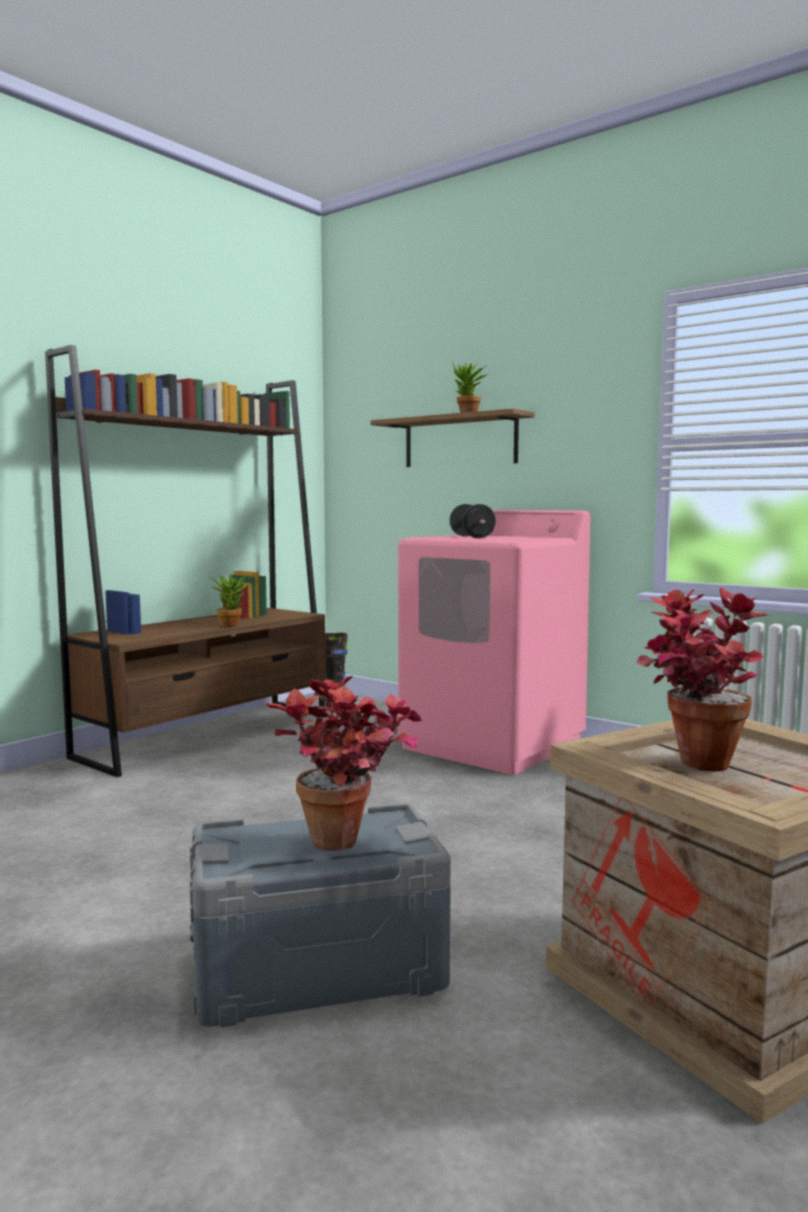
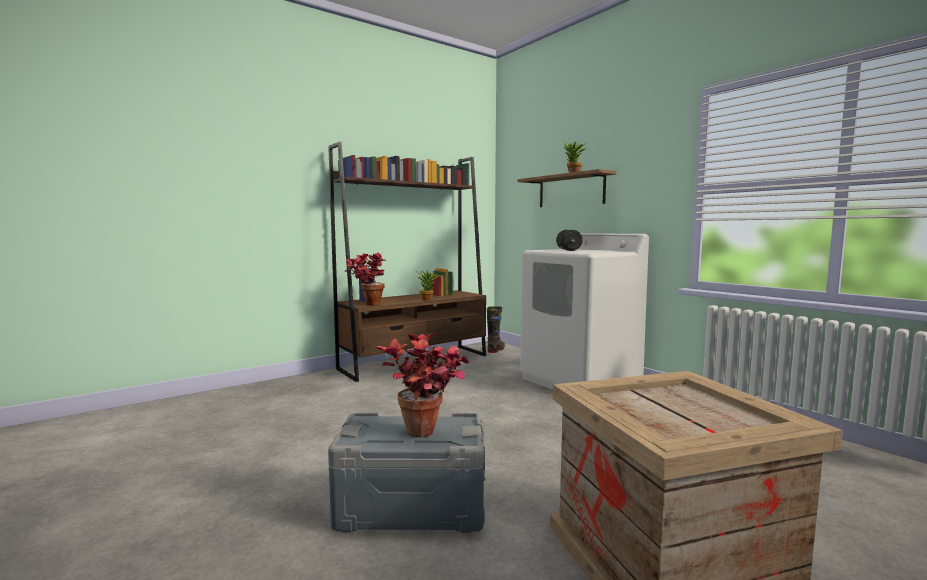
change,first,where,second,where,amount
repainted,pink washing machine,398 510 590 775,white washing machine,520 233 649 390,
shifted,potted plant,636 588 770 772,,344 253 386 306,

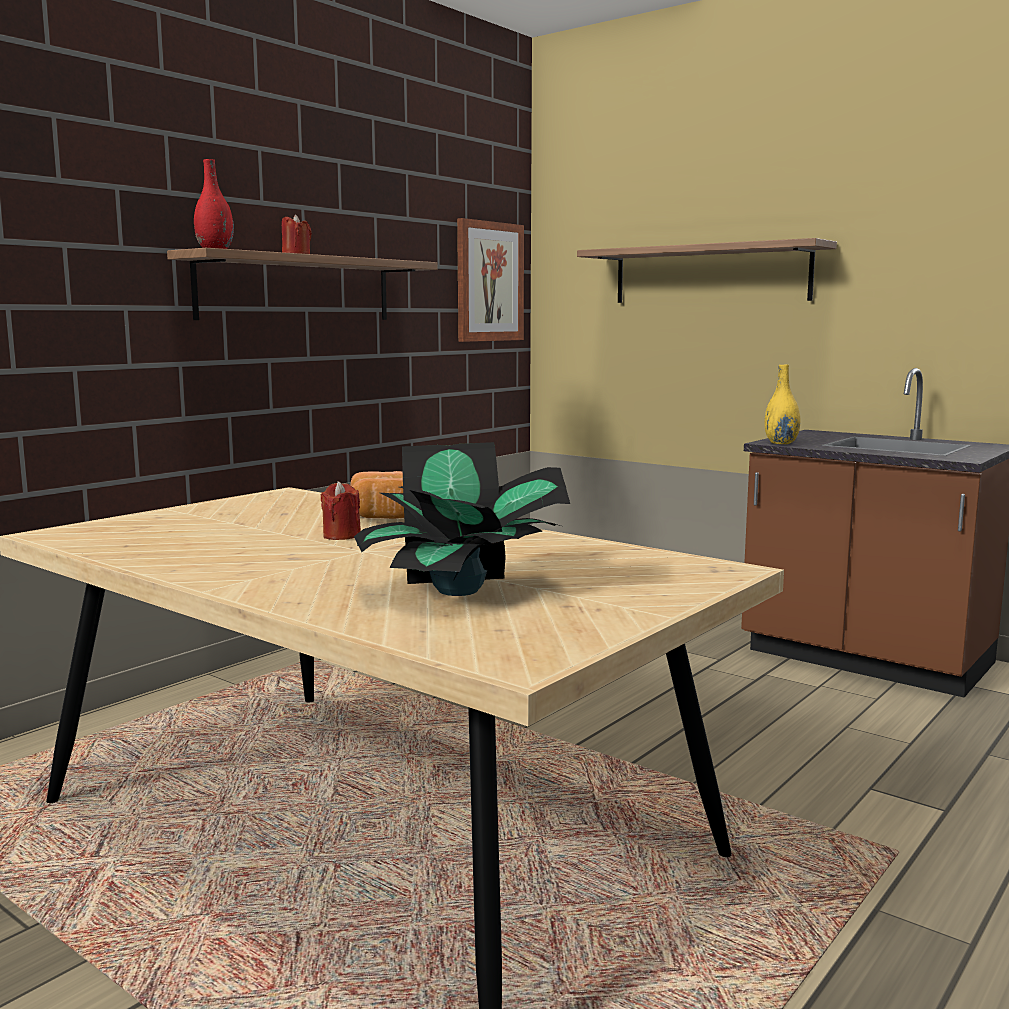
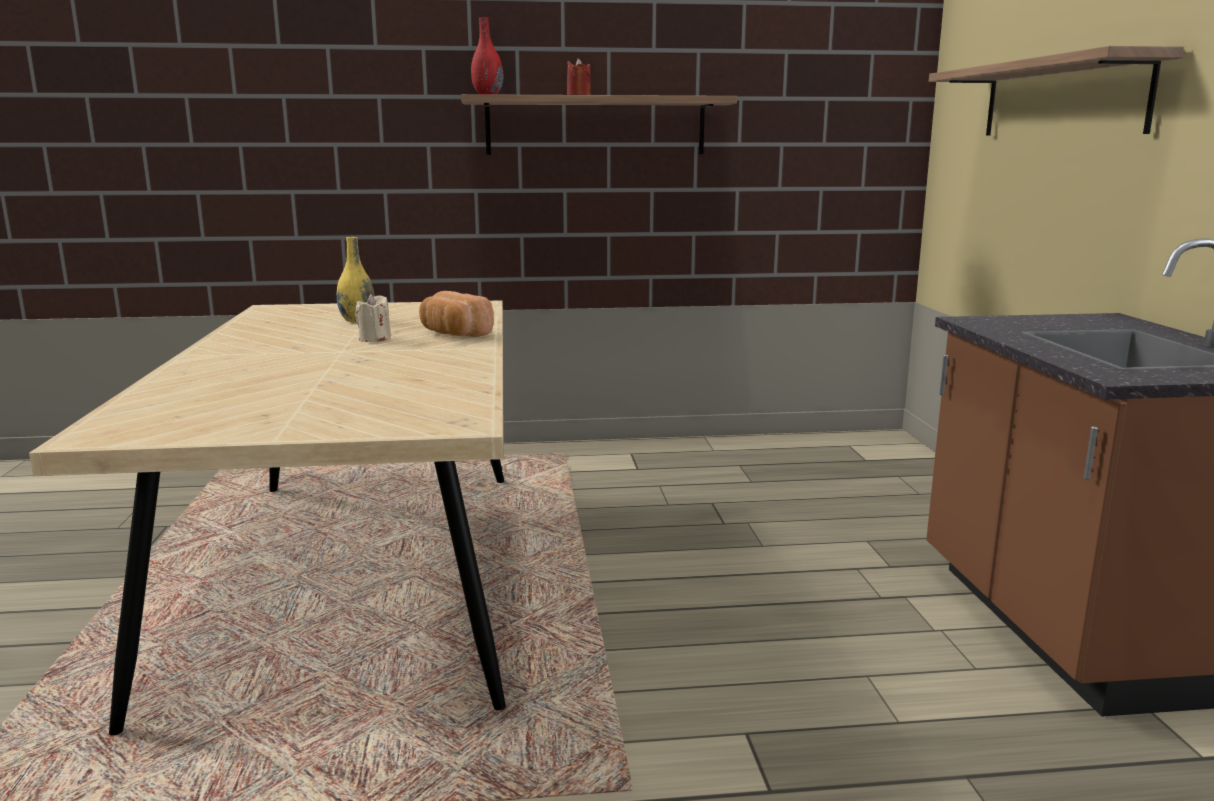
change,first,where,second,where,amount
repainted,red candle,320 481 361 540,beige candle,355 294 391 342,
gone,potted plant,354 442 570 596,,,
gone,picture,457 218 524 342,,,
shifted,yellow vase,765 365 801 444,,337 237 375 322,

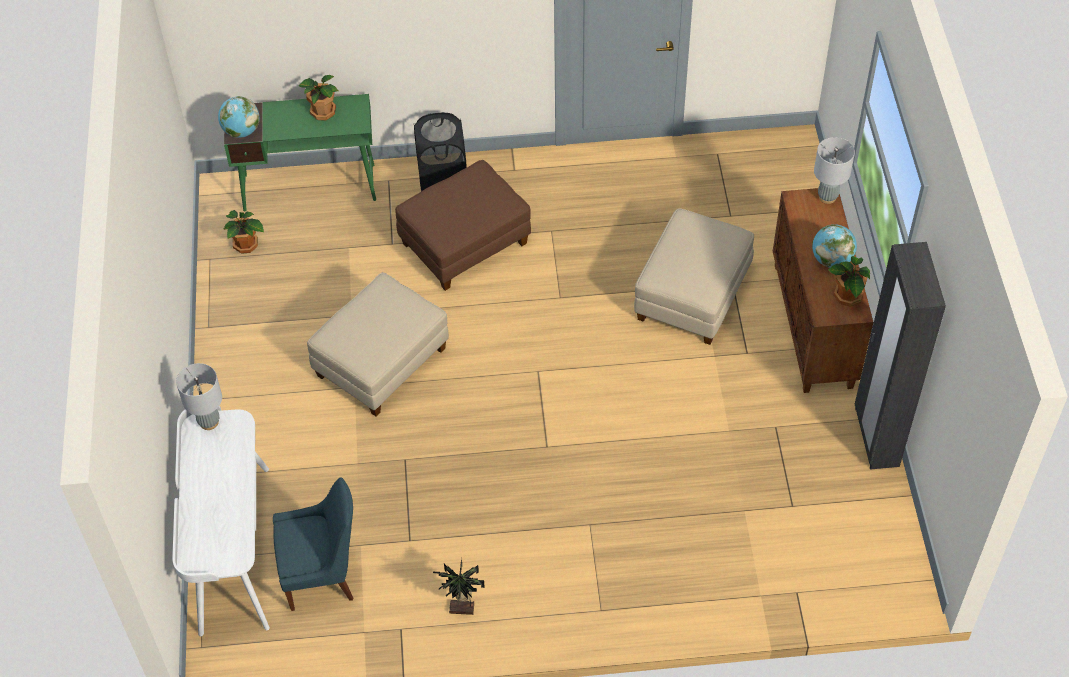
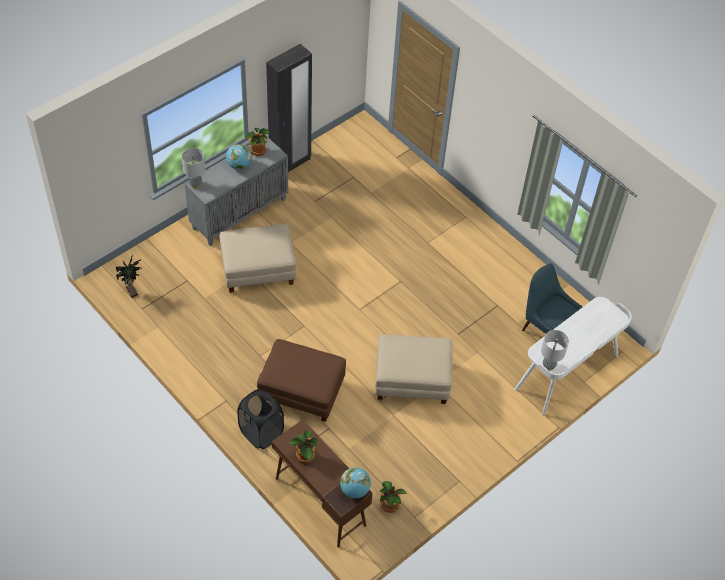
change,first,where,second,where,amount
repainted,green desk,224 94 376 212,brown desk,272 419 373 548,
shifted,potted plant,433 559 485 615,,116 254 142 298,
repainted,brown cabinet,773 188 873 393,grey cabinet,185 137 288 246,

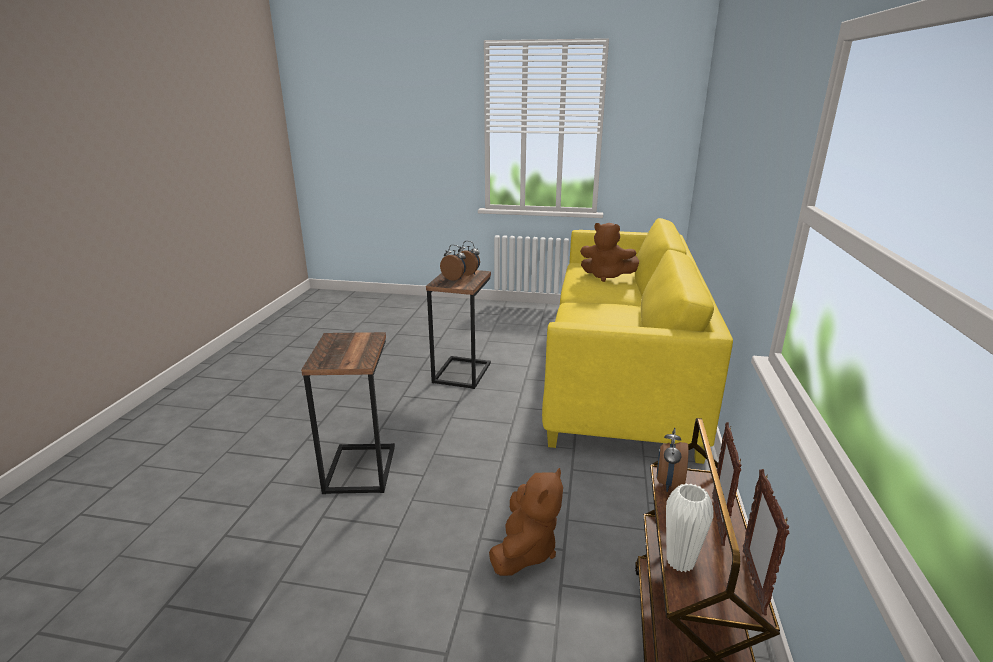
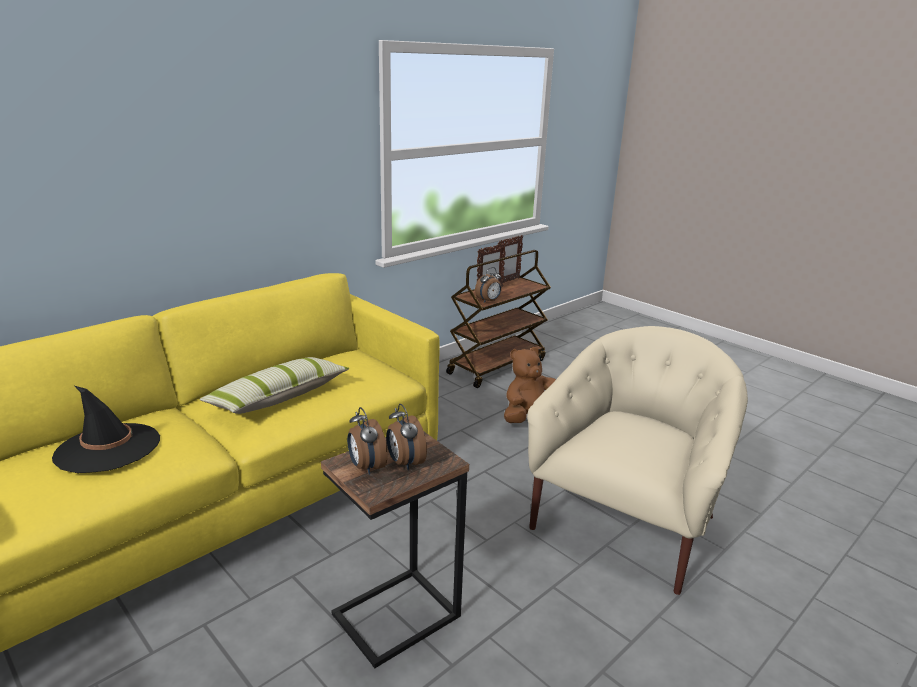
change,first,where,second,where,amount
swapped,side table,301 332 395 494,beige armchair,527 326 748 595,
swapped,brown plush toy,580 223 639 282,black hat,52 386 160 473,
gone,white vase,666 483 714 572,,,
new,,,pillow,200 357 349 414,

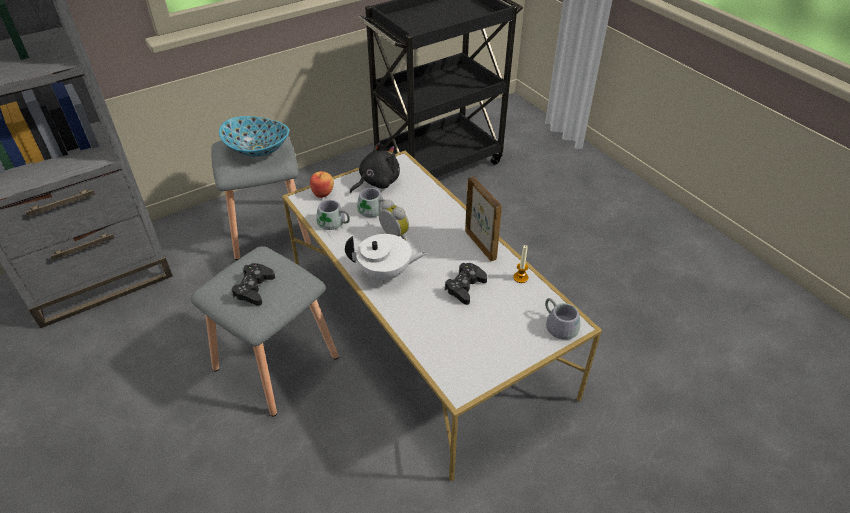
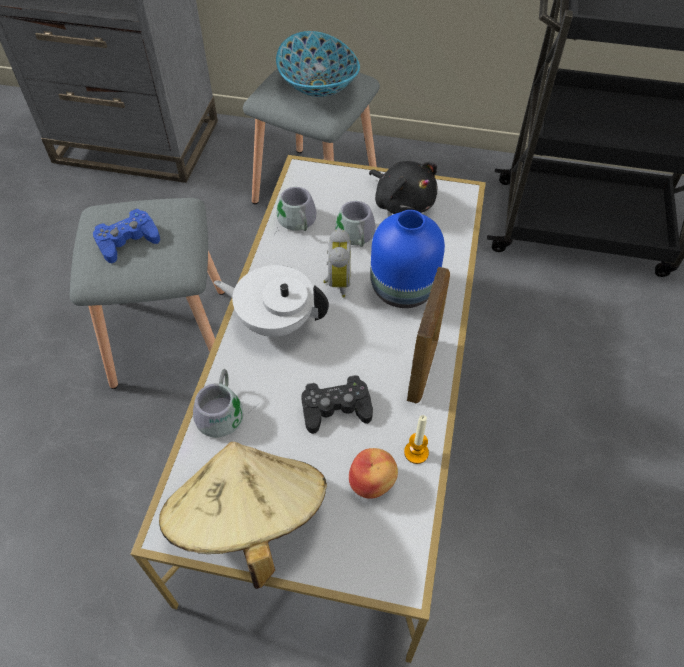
change,first,where,second,where,amount
repainted,black game controller,231 263 275 305,blue game controller,93 209 160 263,
shifted,apple,310 171 334 198,,349 448 398 499,
rotated,white teapot,345 234 427 283,,214 265 329 337,150 degrees clockwise
rotated,black plush toy,350 142 400 193,,369 161 438 214,45 degrees clockwise
shifted,grey mug,545 298 580 340,,193 369 259 438,
new,,,beige hat,159 442 327 589,
new,,,blue vase,370 210 445 308,

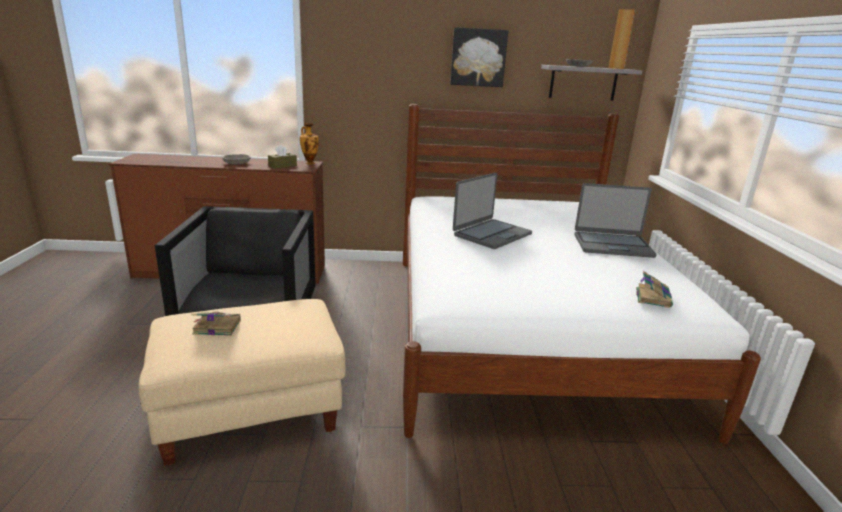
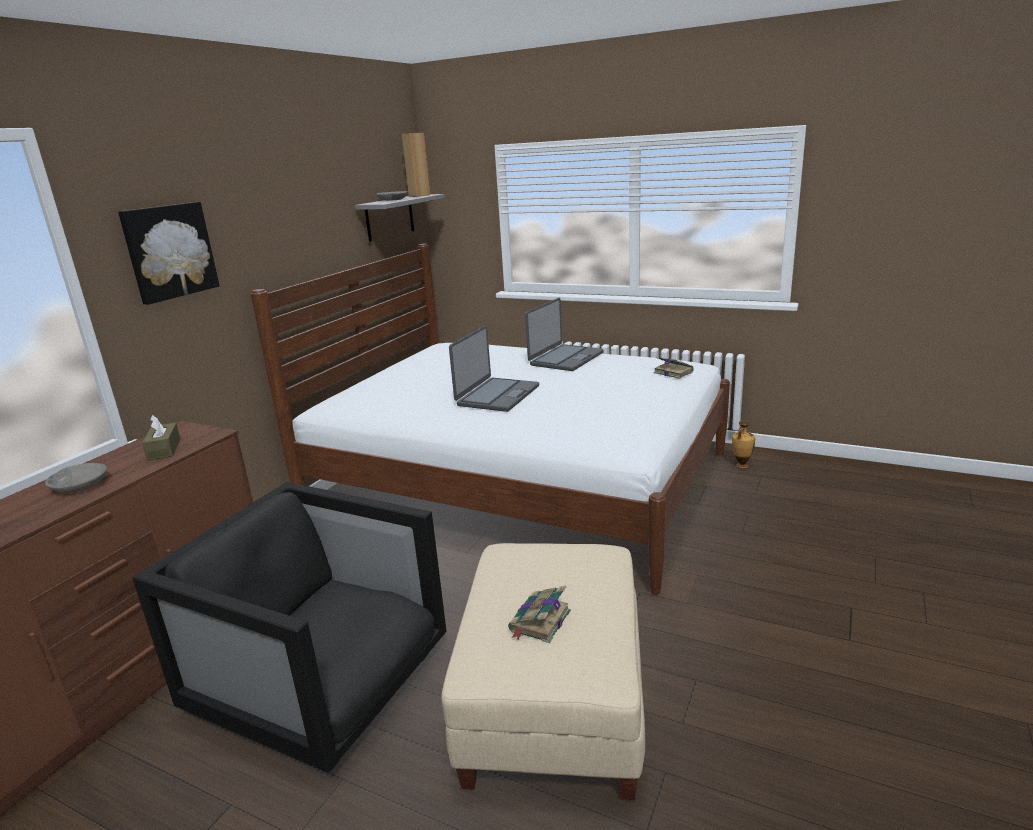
change,first,where,second,where,amount
shifted,vase,300 123 319 165,,732 421 755 468,
shifted,picture,450 27 508 87,,118 202 220 305,
rotated,laptop,453 173 532 249,,449 325 539 412,45 degrees clockwise

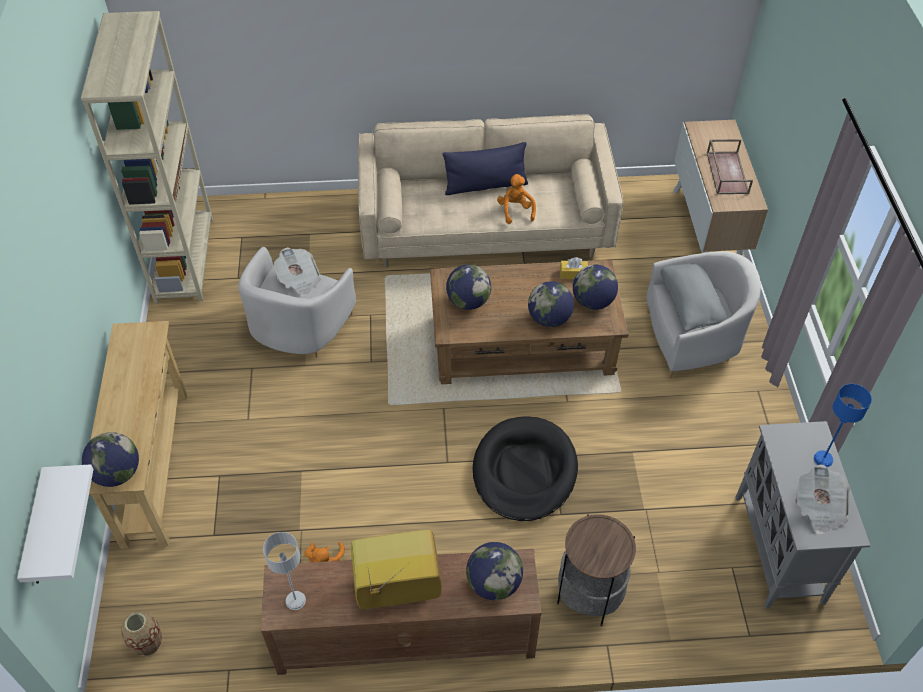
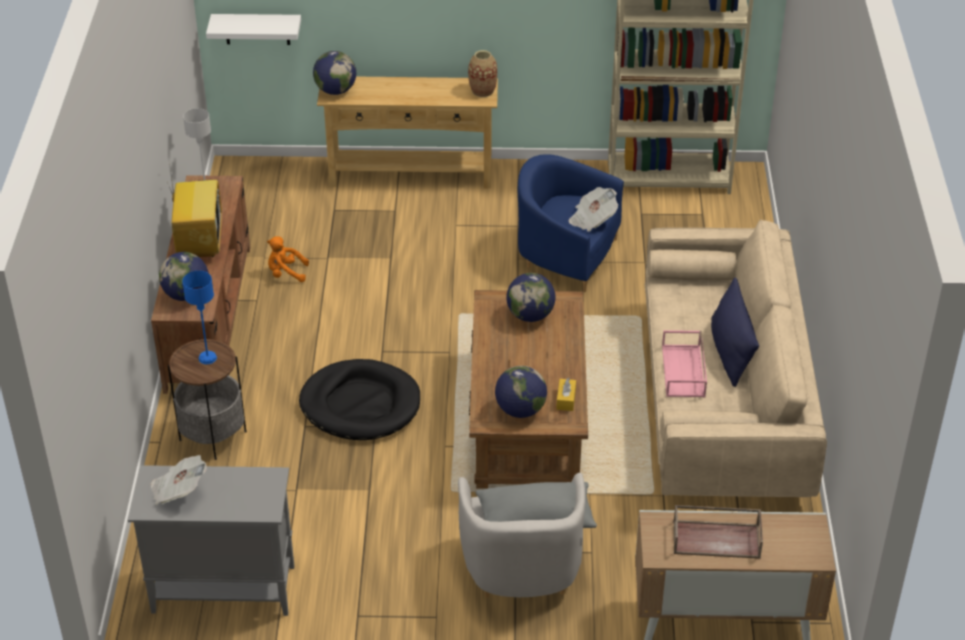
change,first,where,second,where,amount
shifted,vase,121 611 162 656,,468 50 497 97,
repainted,white armchair,238 247 356 358,blue armchair,517 154 624 292,
swapped,orange plush toy,497 174 536 224,pink tray,662 330 707 397,
gone,globe,528 281 574 327,,,
shifted,blue table lamp,814 384 872 467,,182 271 217 364,

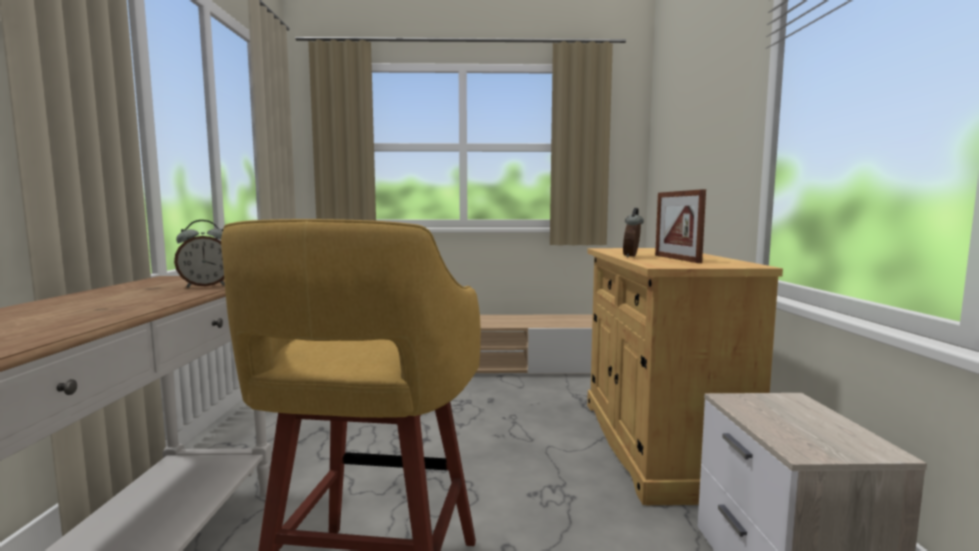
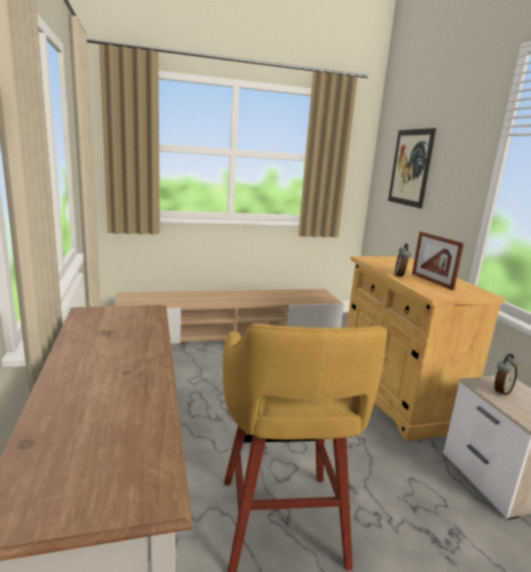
change,first,where,second,where,amount
shifted,alarm clock,174 220 225 288,,494 354 519 396,
new,,,picture,388 128 436 209,

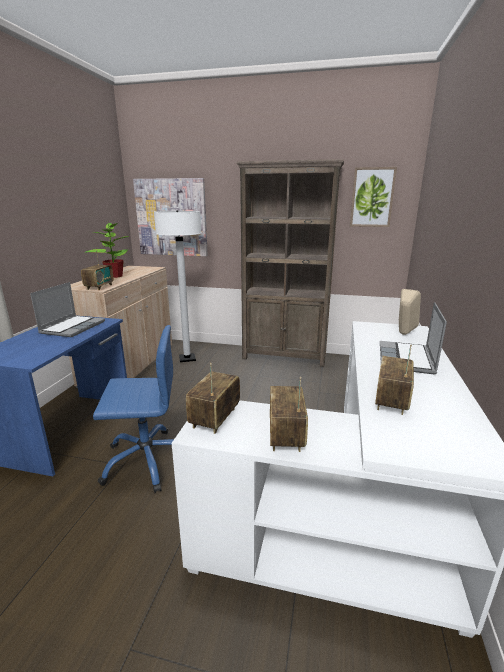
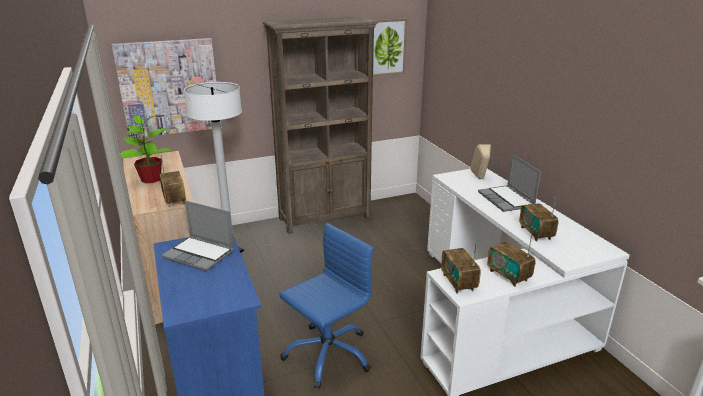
change,first,where,second,where,amount
rotated,laptop,30 282 105 337,,162 201 235 271,135 degrees clockwise

